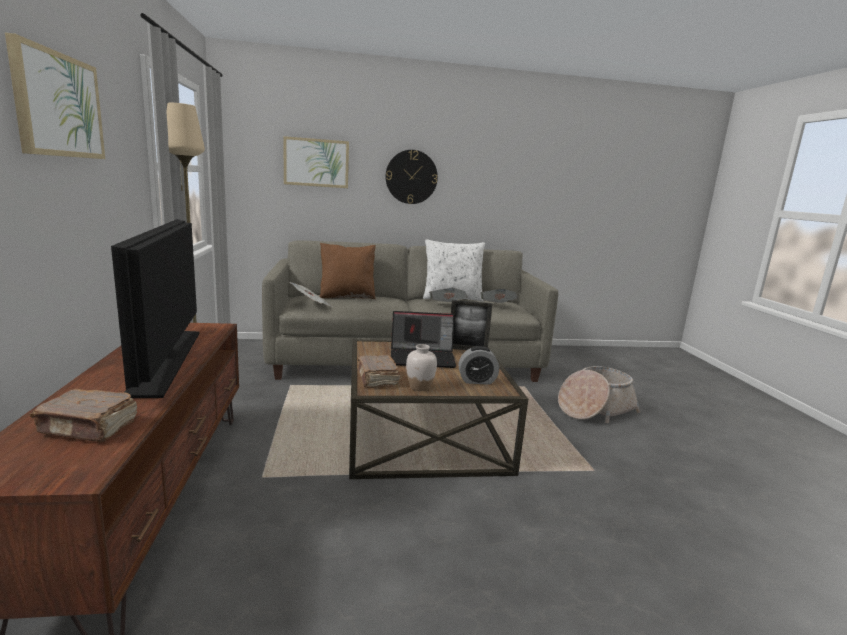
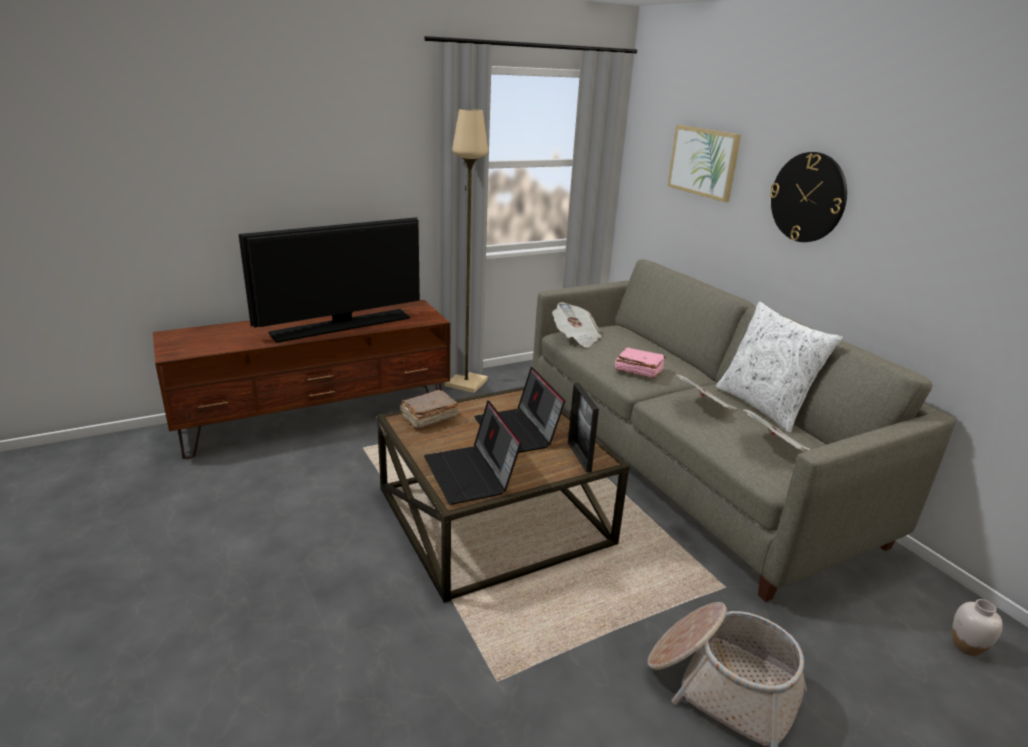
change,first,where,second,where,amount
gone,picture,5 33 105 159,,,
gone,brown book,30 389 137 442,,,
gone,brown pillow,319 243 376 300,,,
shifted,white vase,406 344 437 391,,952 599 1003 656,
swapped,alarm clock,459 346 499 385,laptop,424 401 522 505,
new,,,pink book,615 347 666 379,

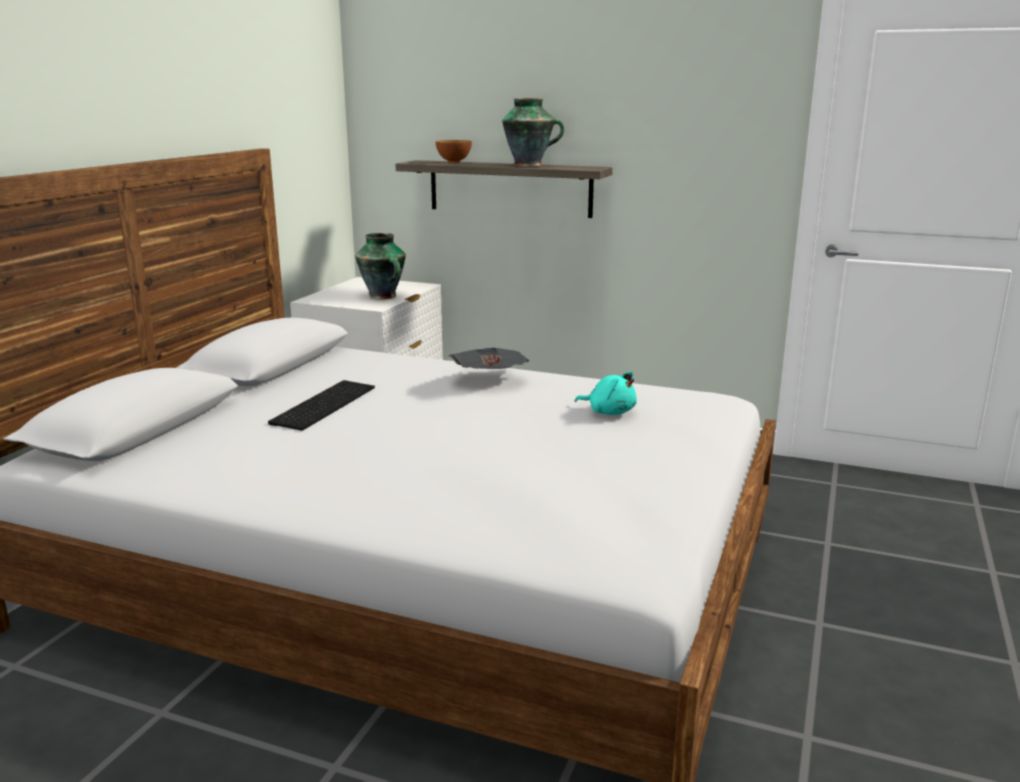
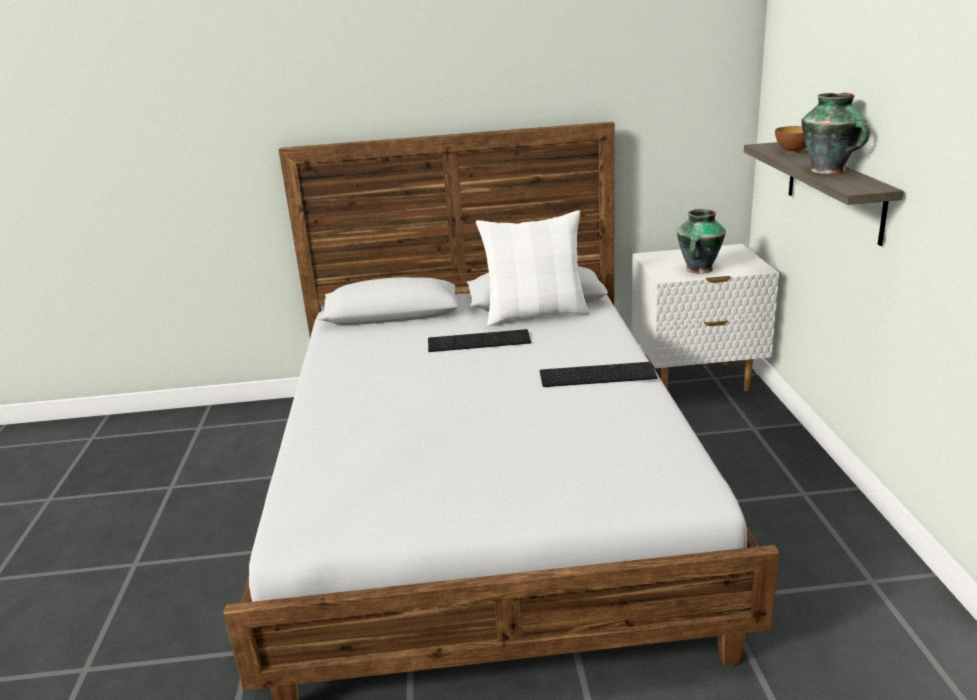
change,first,where,second,where,amount
swapped,newspaper,448 348 529 369,keyboard,540 362 657 387,
gone,turquoise plush toy,575 372 637 415,,,
new,,,white pillow,476 210 590 326,

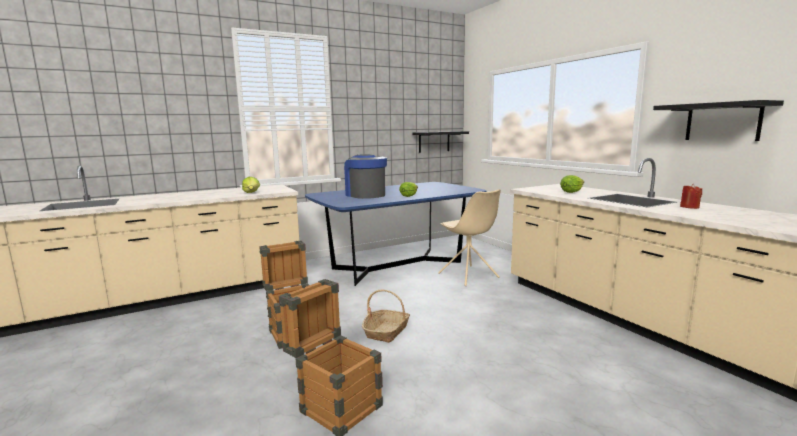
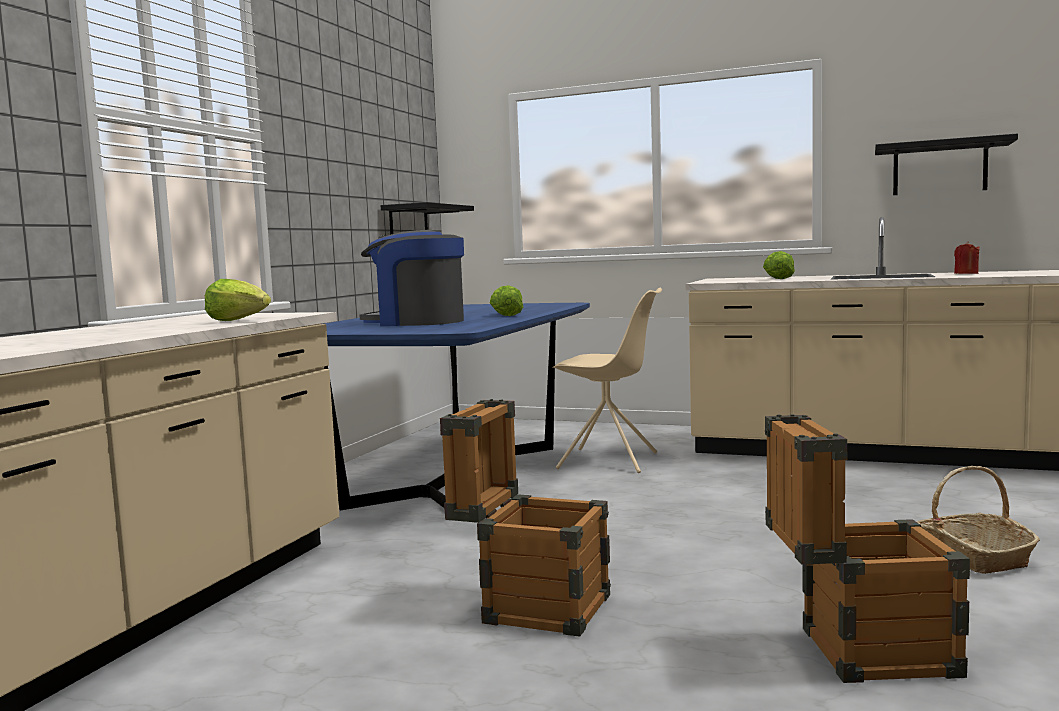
change,first,where,second,where,amount
shifted,basket,362 290 410 343,,917 466 1040 574,

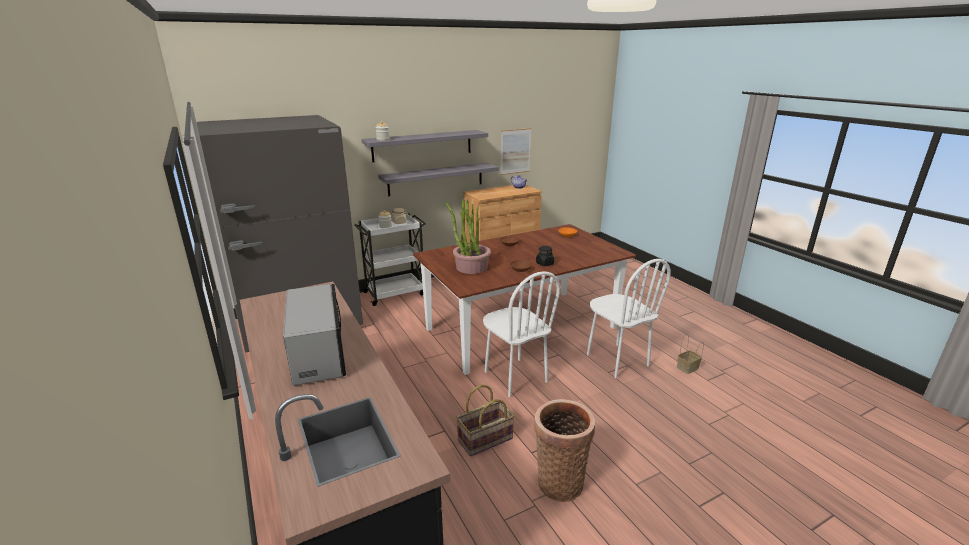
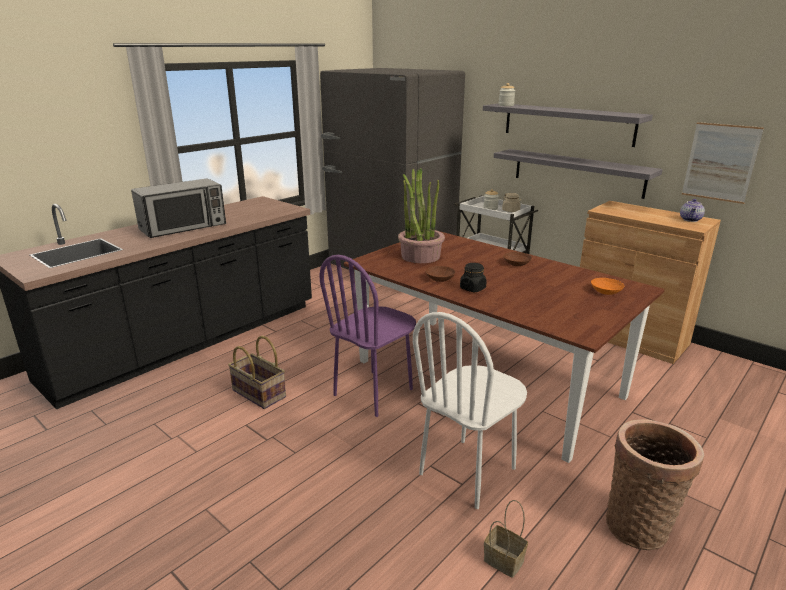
change,first,where,second,where,amount
repainted,white chair,483 271 560 397,purple chair,319 255 416 417,
shifted,basket,534 399 595 502,,606 419 704 550,

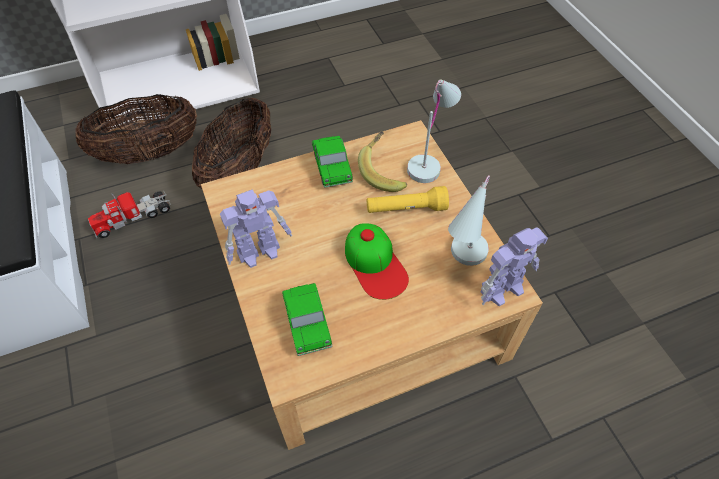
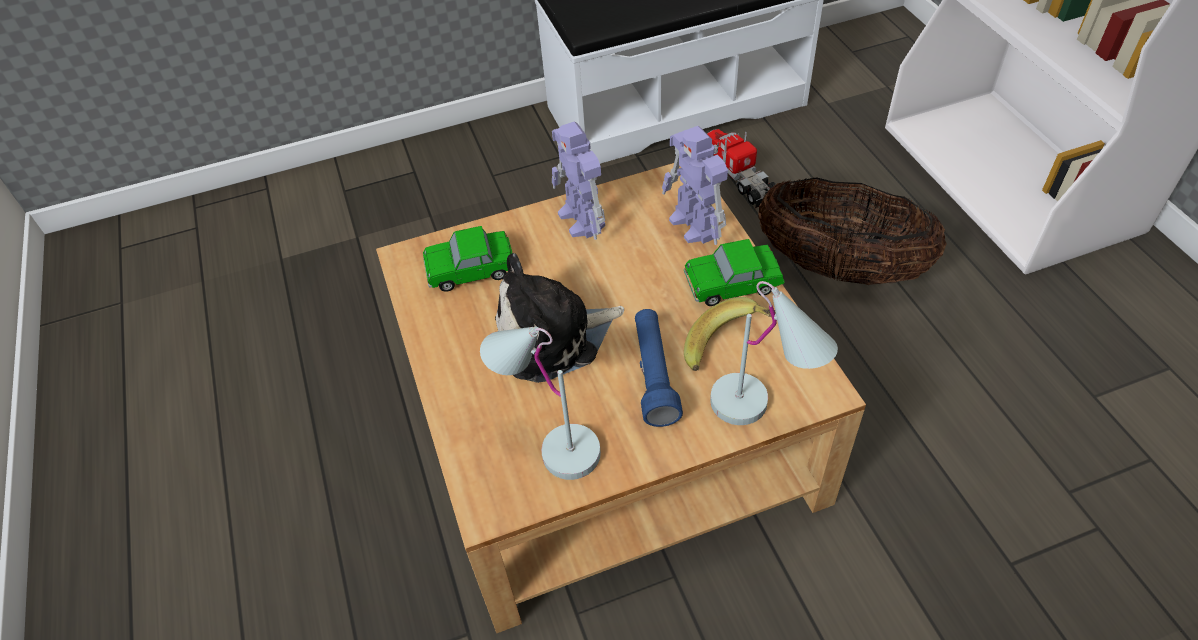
change,first,where,second,where,amount
gone,basket,75 94 197 164,,,
swapped,cap,345 223 409 300,plush toy,495 253 624 383,
repainted,yellow flashlight,367 186 449 213,blue flashlight,635 309 683 427,
shifted,toy robot,481 227 548 306,,662 126 728 245,

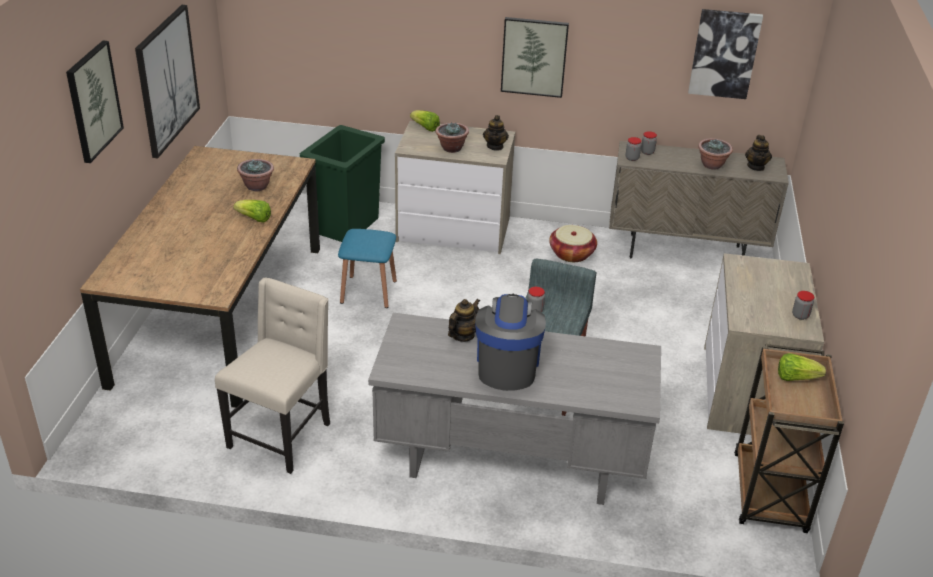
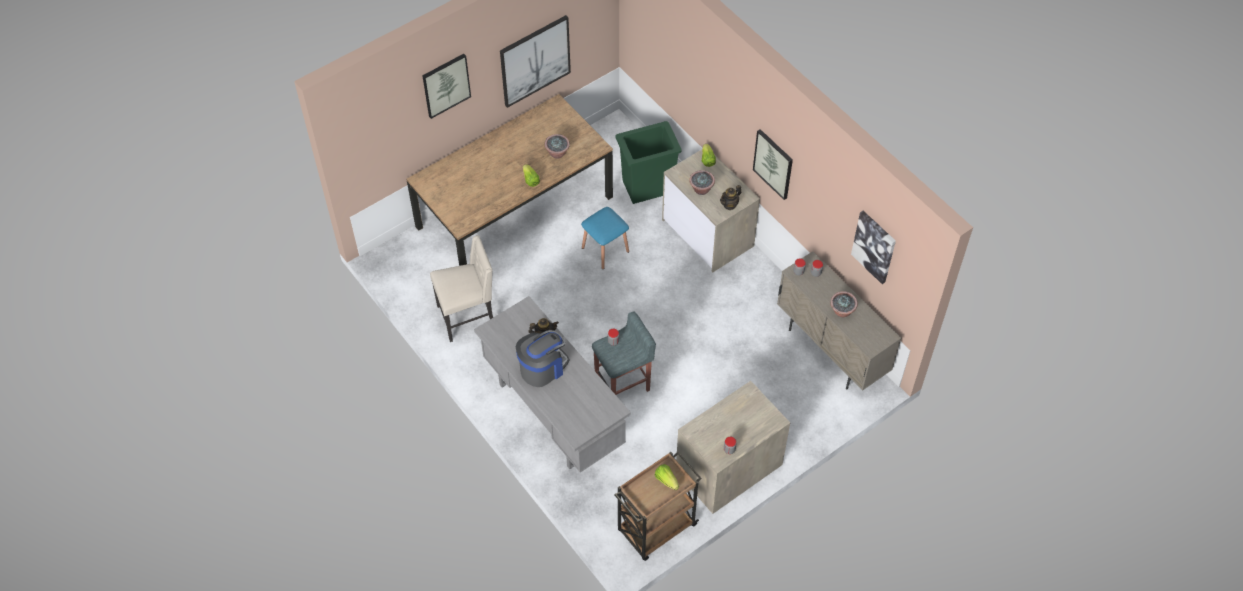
change,first,where,second,where,amount
gone,basket,549 225 597 262,,,
gone,teapot,745 135 772 171,,,

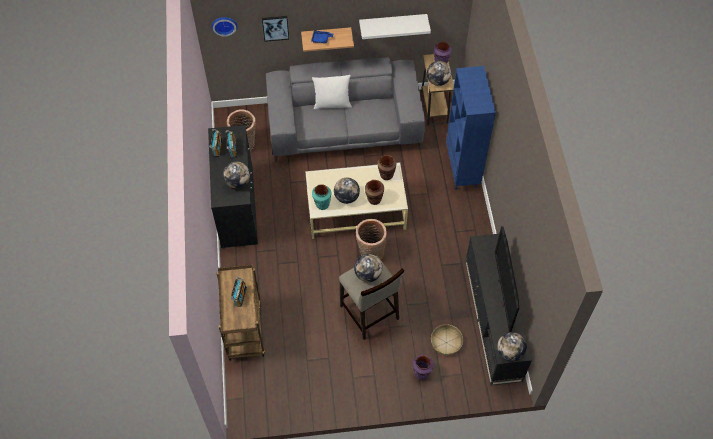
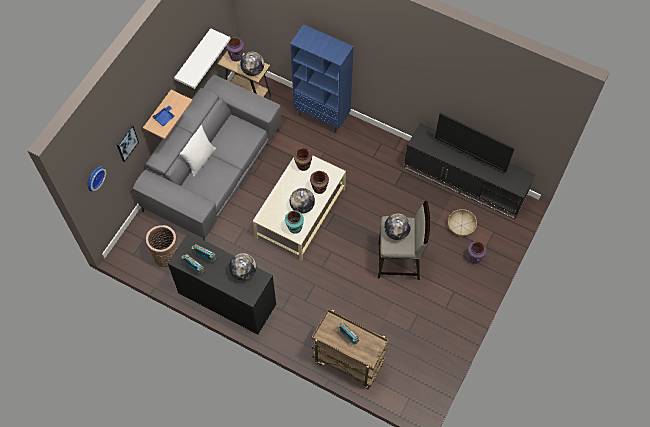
change,first,where,second,where,amount
gone,basket,356 219 387 260,,,
gone,globe,497 332 527 362,,,

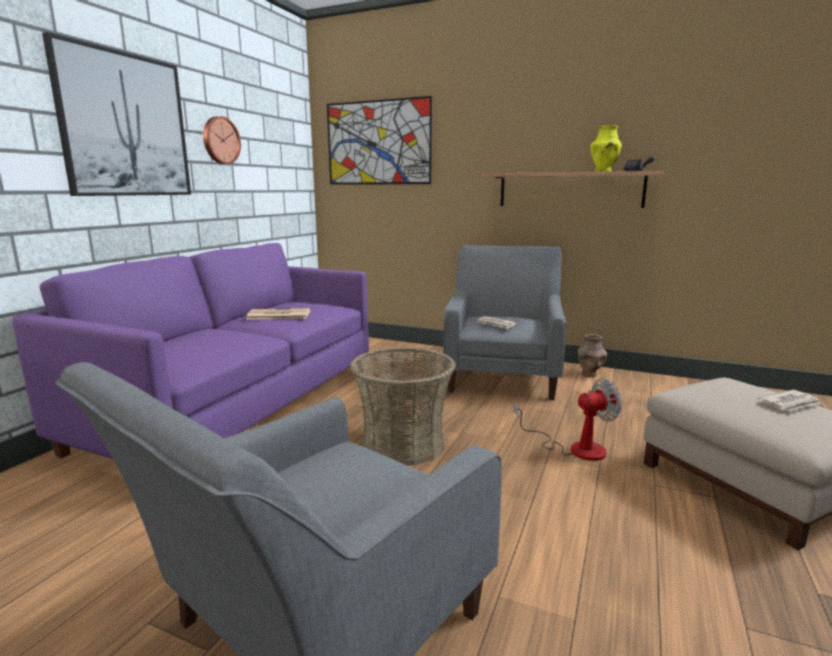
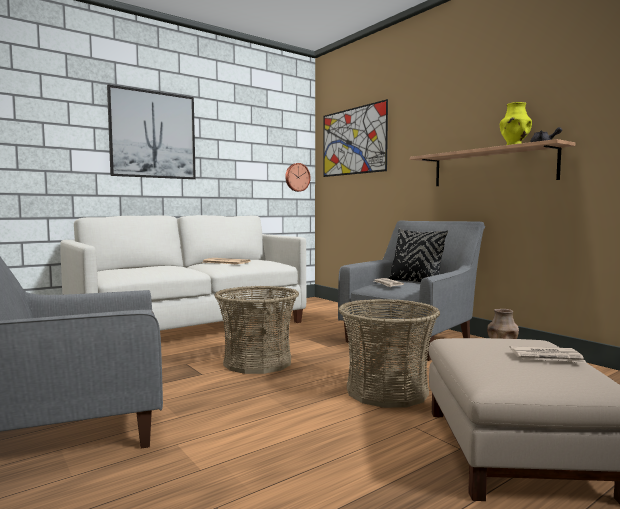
change,first,where,second,where,amount
repainted,purple sofa,12 243 369 459,white sofa,60 215 307 331,
shifted,wall clock,203 116 241 164,,285 163 311 192,
swapped,fan,514 379 622 461,basket,338 299 440 408,
new,,,black pillow,388 228 448 282,

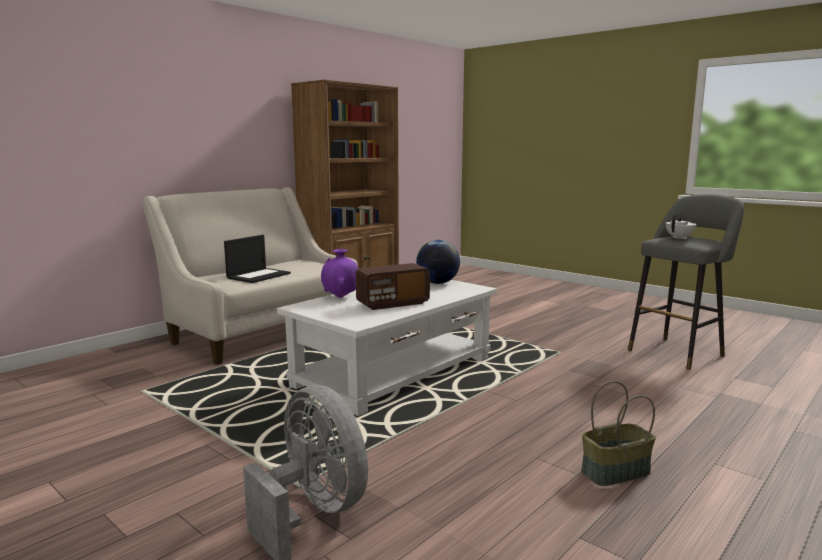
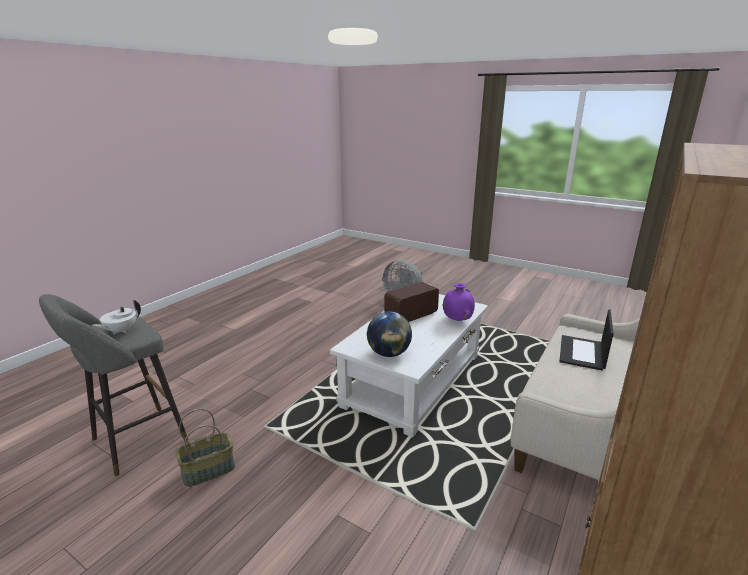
change,first,where,second,where,amount
shifted,basket,581 381 656 486,,176 409 235 487,

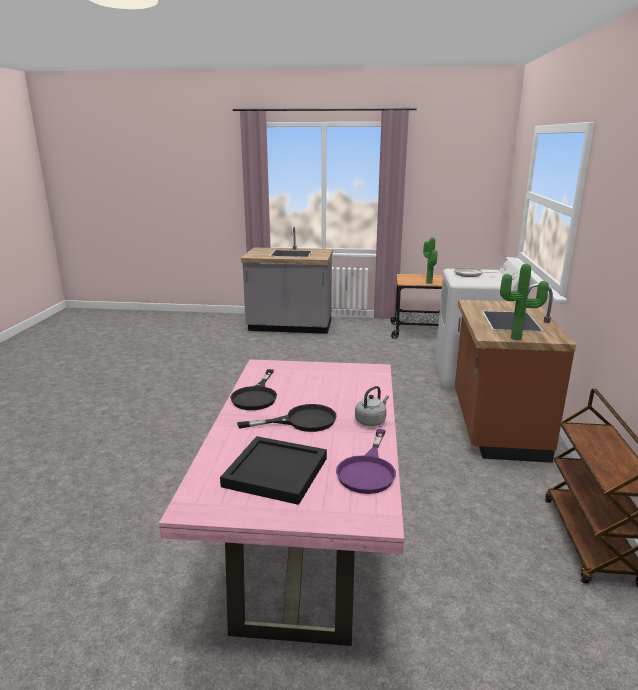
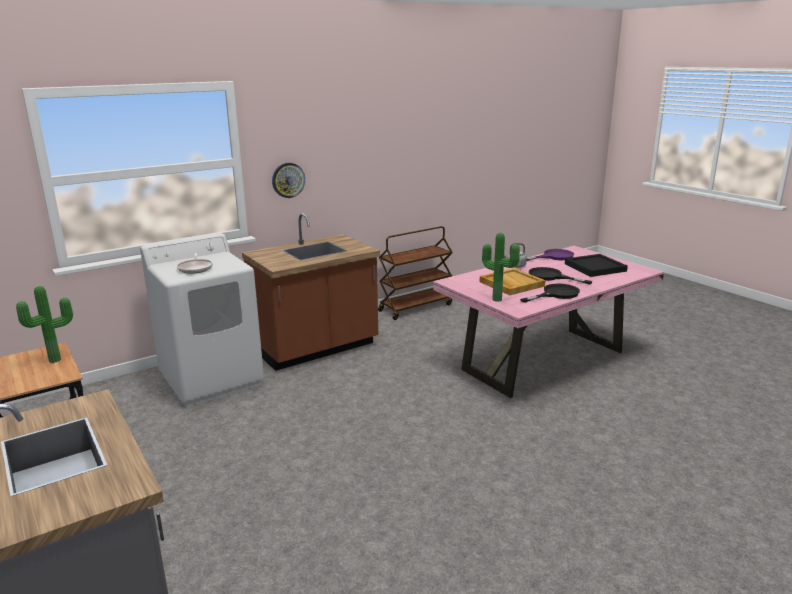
change,first,where,second,where,amount
shifted,potted plant,500 264 549 340,,482 233 520 302,
new,,,wall clock,272 163 305 198,
new,,,beige tray,479 268 546 295,

